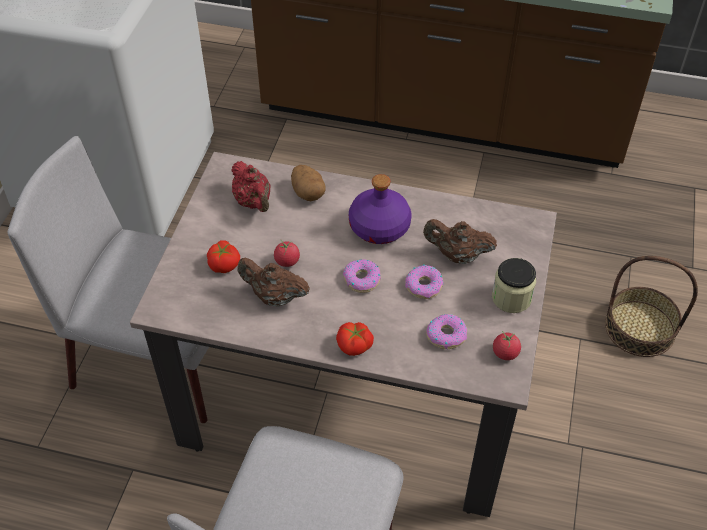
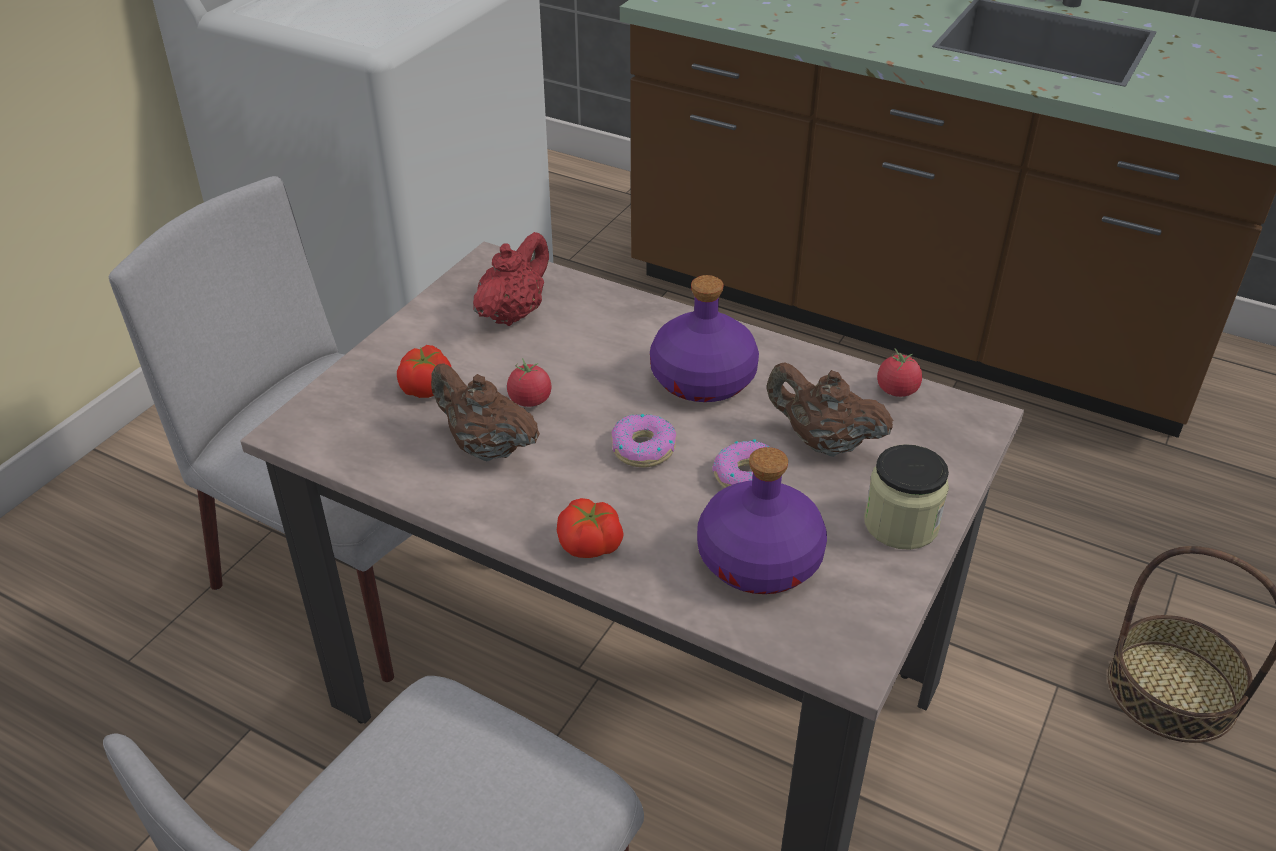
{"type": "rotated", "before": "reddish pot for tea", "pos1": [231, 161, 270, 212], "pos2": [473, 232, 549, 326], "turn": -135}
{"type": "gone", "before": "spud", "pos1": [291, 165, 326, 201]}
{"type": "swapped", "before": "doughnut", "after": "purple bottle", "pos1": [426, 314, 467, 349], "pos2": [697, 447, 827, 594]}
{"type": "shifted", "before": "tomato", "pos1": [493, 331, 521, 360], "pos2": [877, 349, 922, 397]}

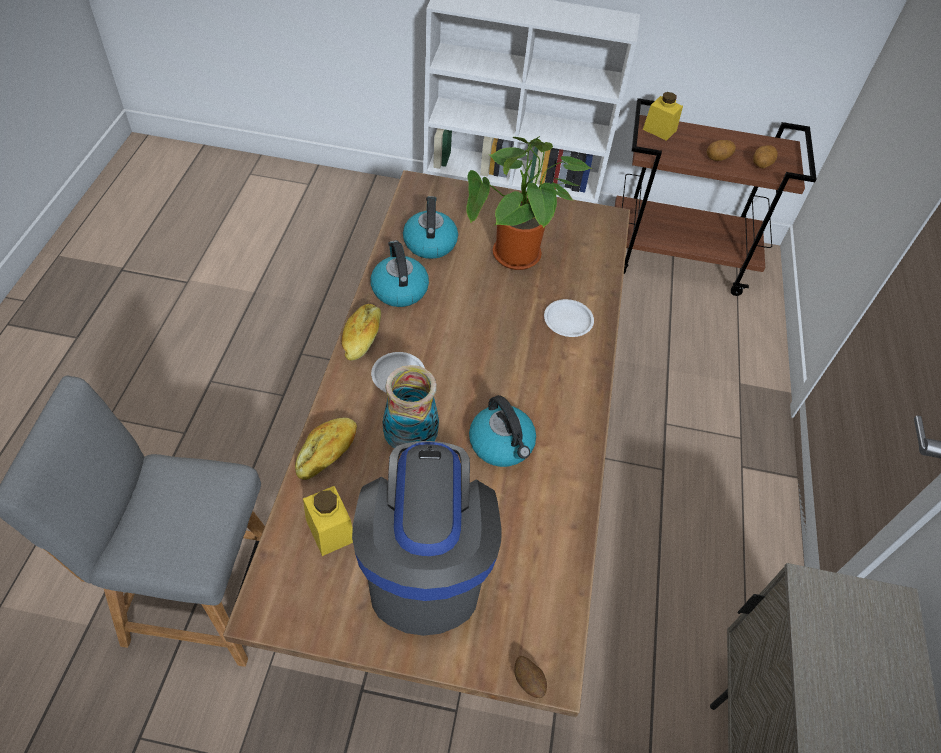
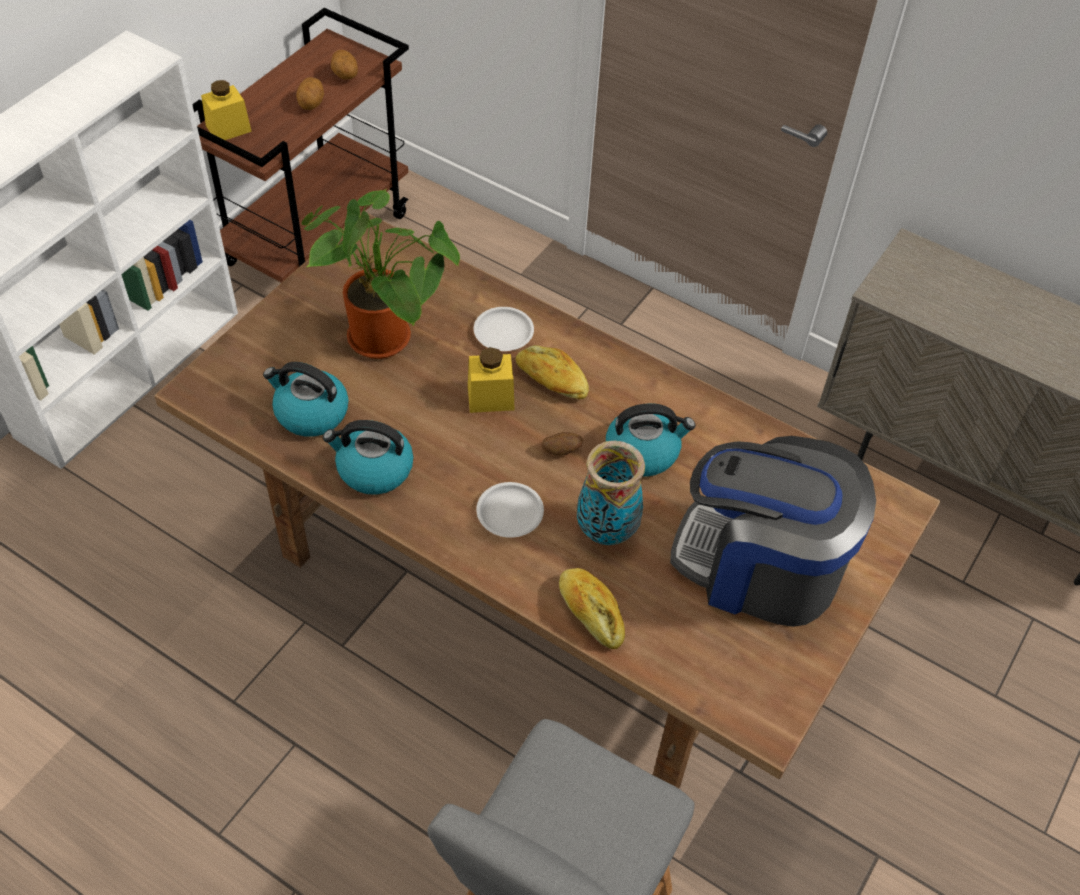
{"type": "shifted", "before": "baked bread", "pos1": [341, 304, 381, 361], "pos2": [516, 345, 589, 399]}
{"type": "shifted", "before": "yellowish jar", "pos1": [303, 486, 353, 556], "pos2": [468, 347, 515, 413]}
{"type": "shifted", "before": "spud", "pos1": [514, 656, 547, 698], "pos2": [541, 432, 583, 456]}

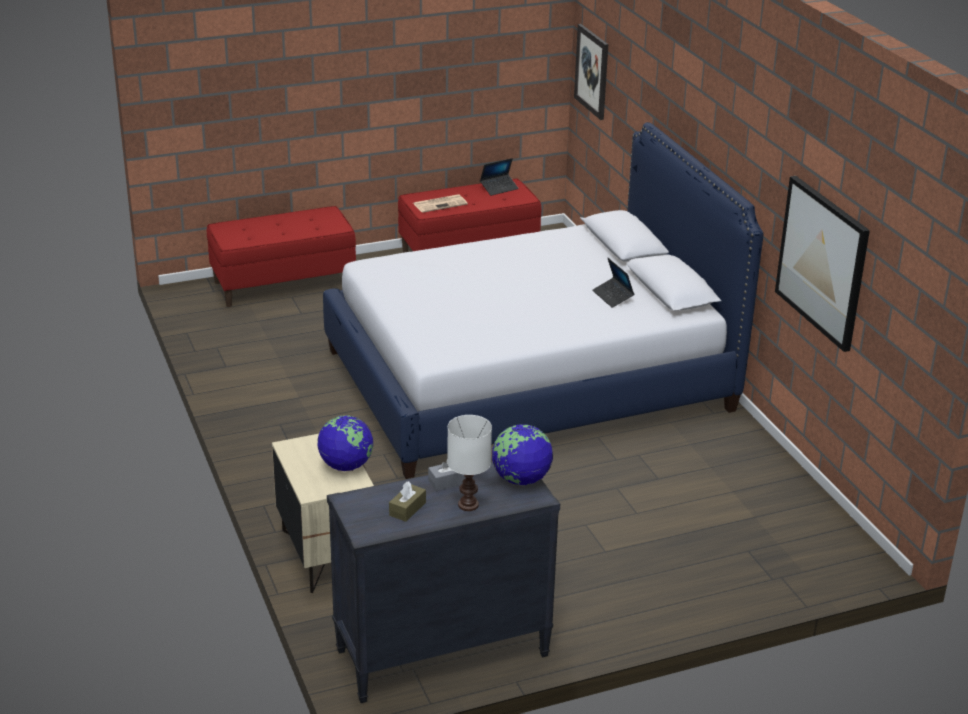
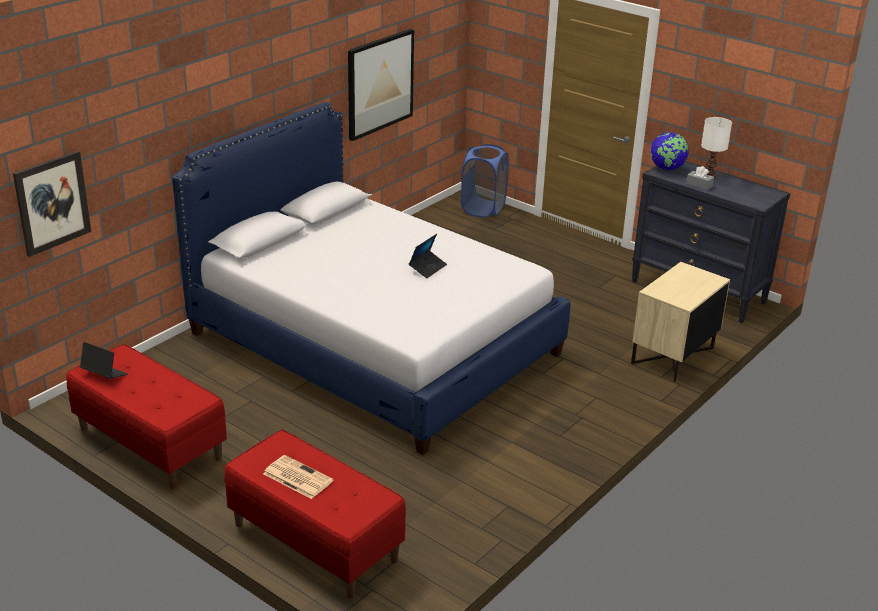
{"type": "shifted", "before": "newspaper", "pos1": [413, 194, 468, 213], "pos2": [263, 455, 334, 499]}
{"type": "shifted", "before": "notebook computer", "pos1": [592, 258, 634, 308], "pos2": [409, 234, 447, 278]}
{"type": "gone", "before": "world globe", "pos1": [317, 415, 373, 471]}
{"type": "gone", "before": "brown-coloured tissue box", "pos1": [389, 481, 426, 522]}
{"type": "new", "after": "blue laundry basket", "pos2": [461, 144, 509, 218]}

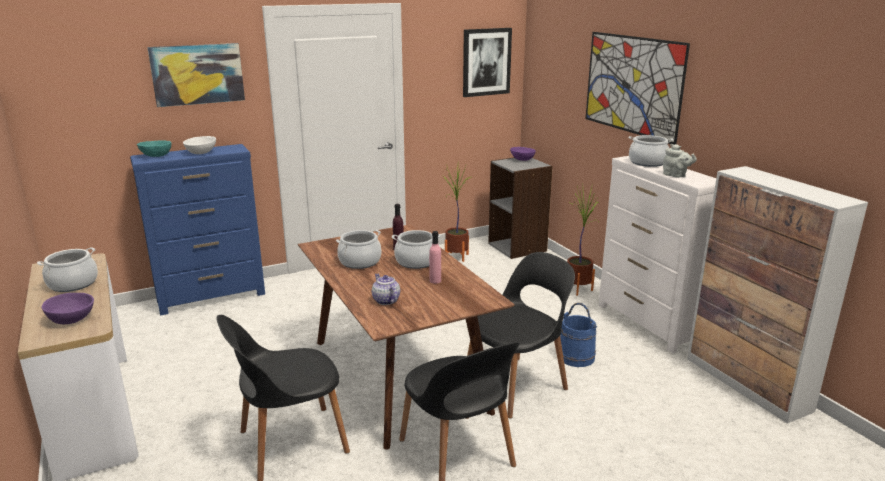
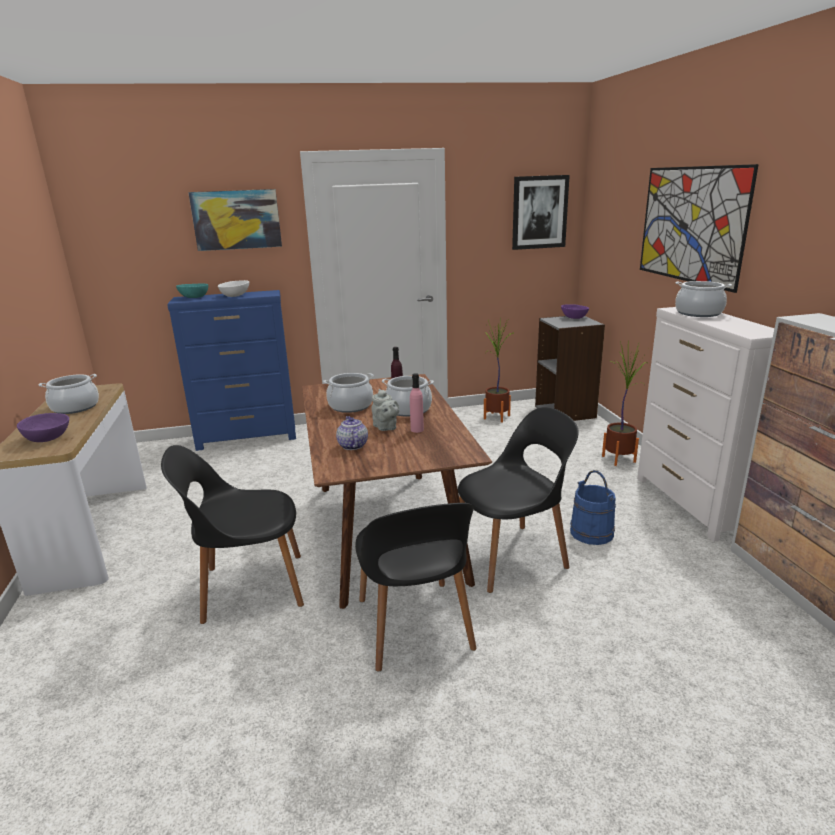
{"type": "shifted", "before": "grey pot for tea", "pos1": [663, 144, 697, 178], "pos2": [372, 389, 399, 431]}

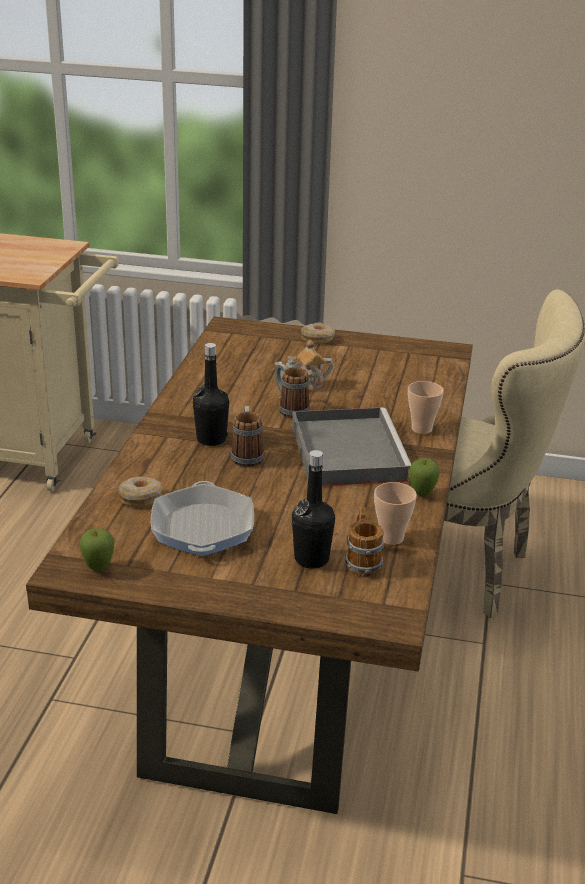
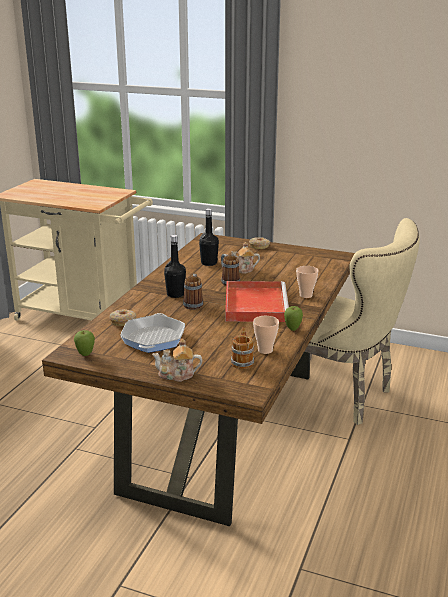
{"type": "repainted", "before": "grey serving tray", "after": "reddish serving tray", "pos1": [292, 407, 412, 486], "pos2": [225, 281, 289, 322]}
{"type": "shifted", "before": "blackish bottle", "pos1": [292, 450, 335, 568], "pos2": [199, 208, 219, 266]}
{"type": "new", "after": "pot for tea", "pos2": [152, 338, 202, 382]}

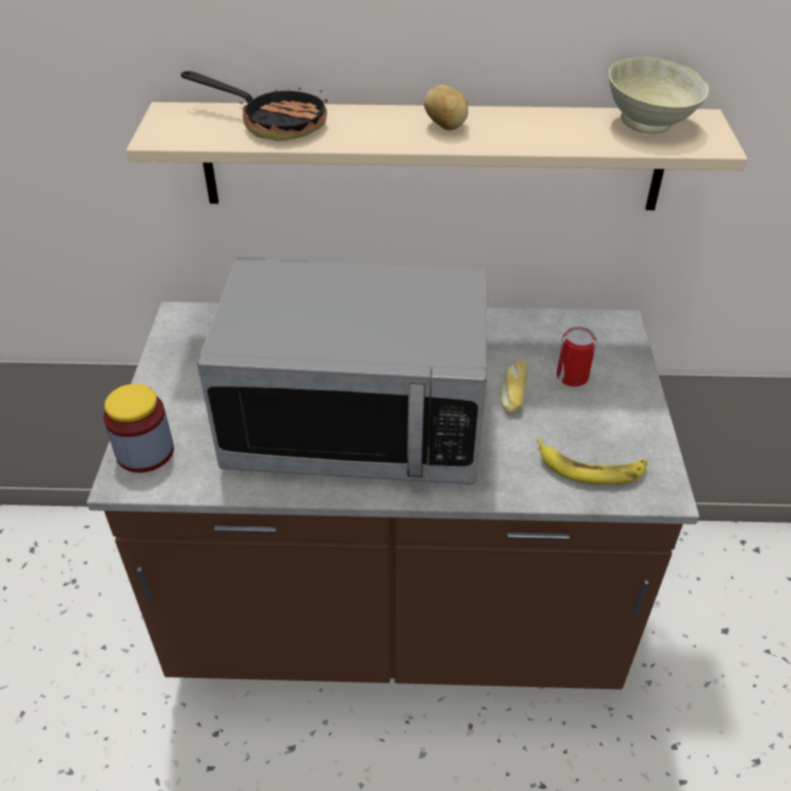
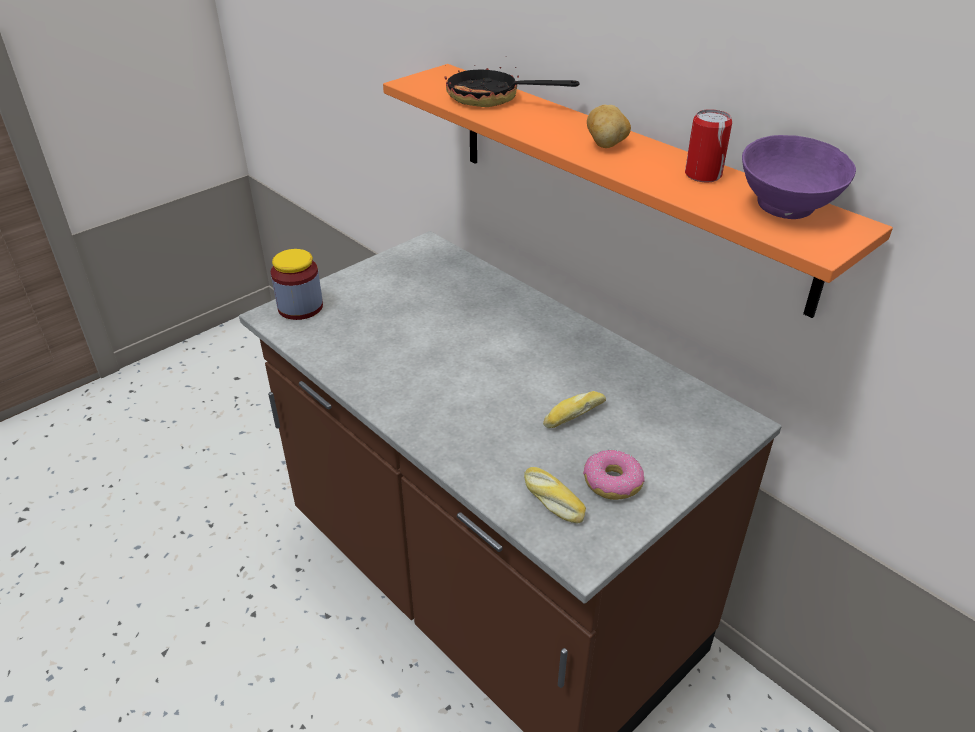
{"type": "repainted", "before": "sand-coloured serving bowl", "after": "purple serving bowl", "pos1": [608, 57, 709, 134], "pos2": [742, 135, 856, 219]}
{"type": "rotated", "before": "pan", "pos1": [181, 71, 328, 141], "pos2": [444, 65, 579, 107], "turn": 135}
{"type": "repainted", "before": "sand-coloured wall shelf", "after": "orangey wall shelf", "pos1": [126, 102, 747, 210], "pos2": [383, 64, 893, 318]}
{"type": "gone", "before": "microwave oven", "pos1": [197, 257, 487, 485]}
{"type": "shifted", "before": "can", "pos1": [557, 327, 596, 387], "pos2": [685, 109, 732, 182]}
{"type": "swapped", "before": "banana", "after": "baked bread", "pos1": [537, 438, 648, 485], "pos2": [524, 467, 586, 523]}
{"type": "new", "after": "doughnut", "pos2": [583, 450, 645, 500]}

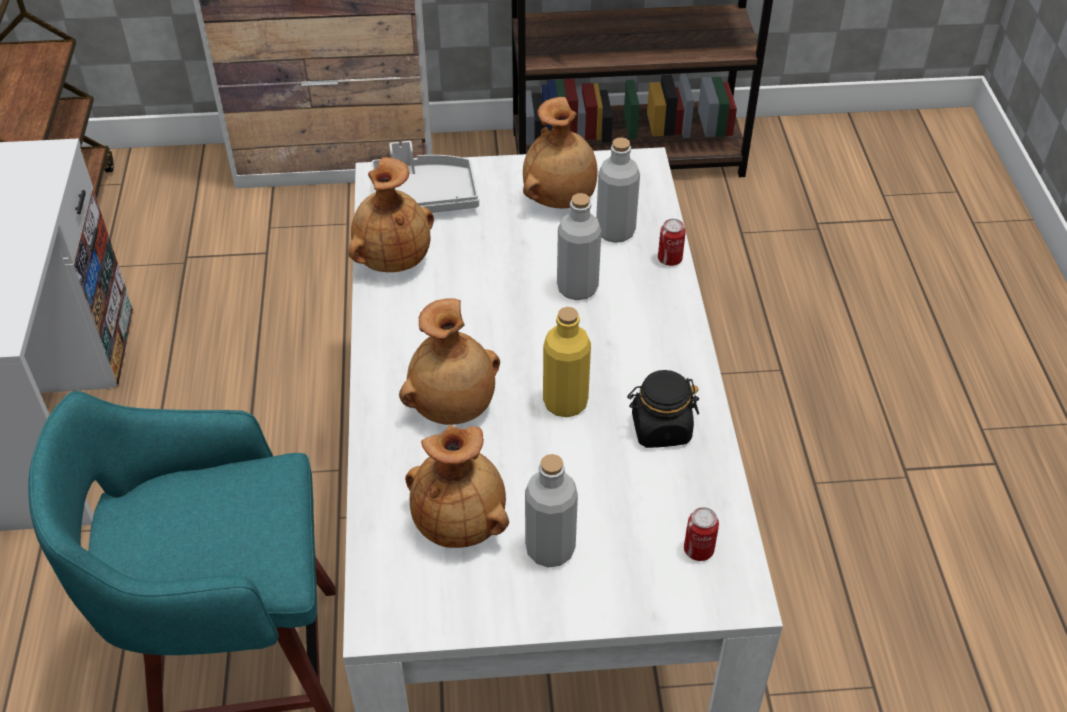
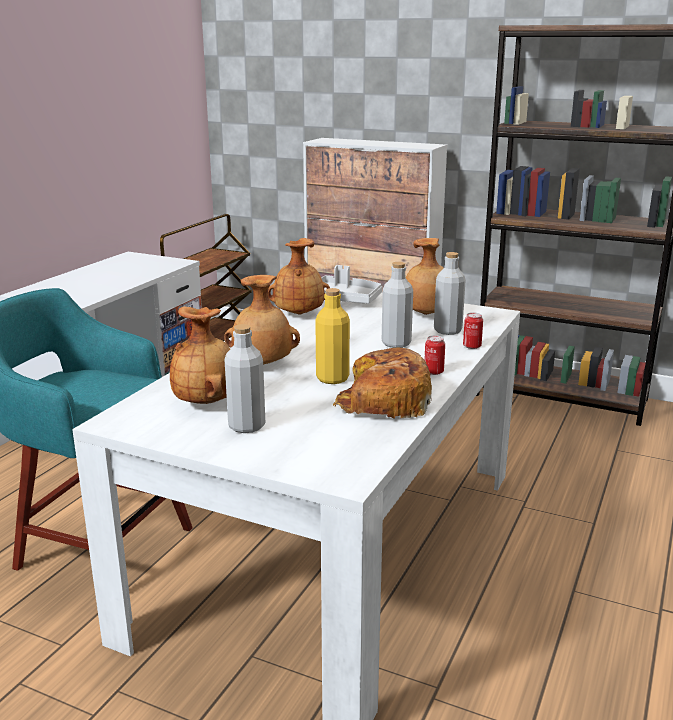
{"type": "swapped", "before": "blackish jar", "after": "baked bread", "pos1": [627, 370, 699, 448], "pos2": [333, 347, 432, 419]}
{"type": "shifted", "before": "can", "pos1": [684, 507, 719, 561], "pos2": [424, 335, 445, 375]}

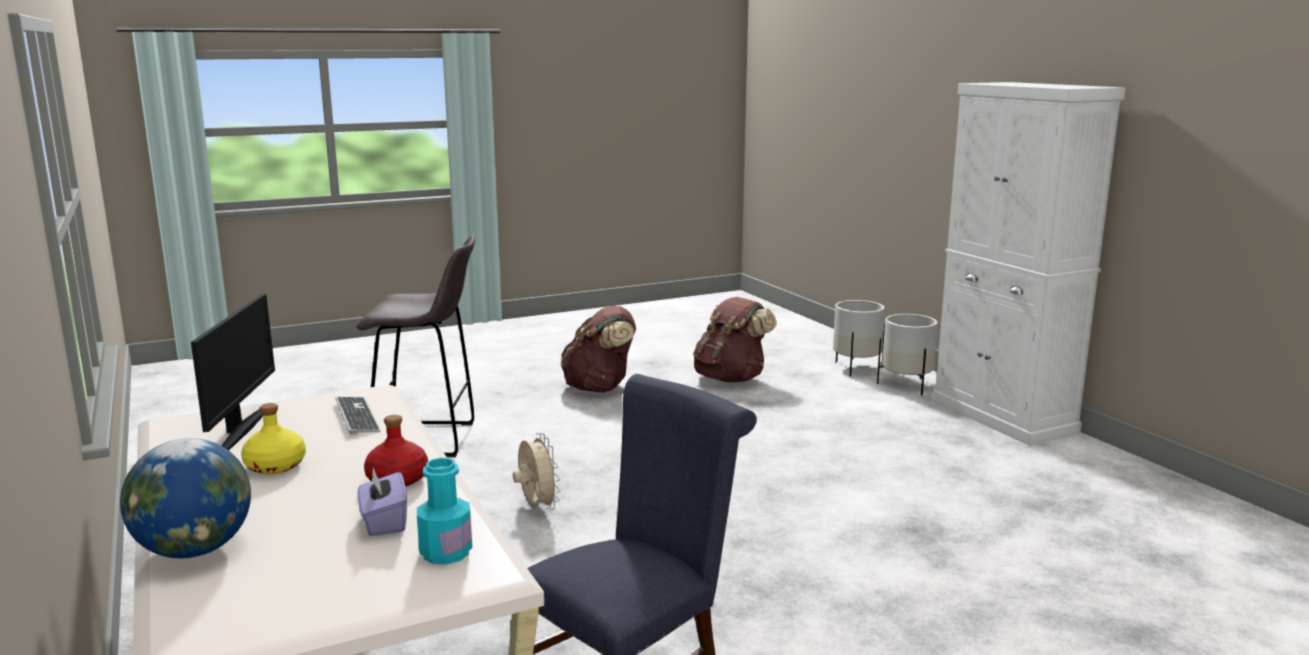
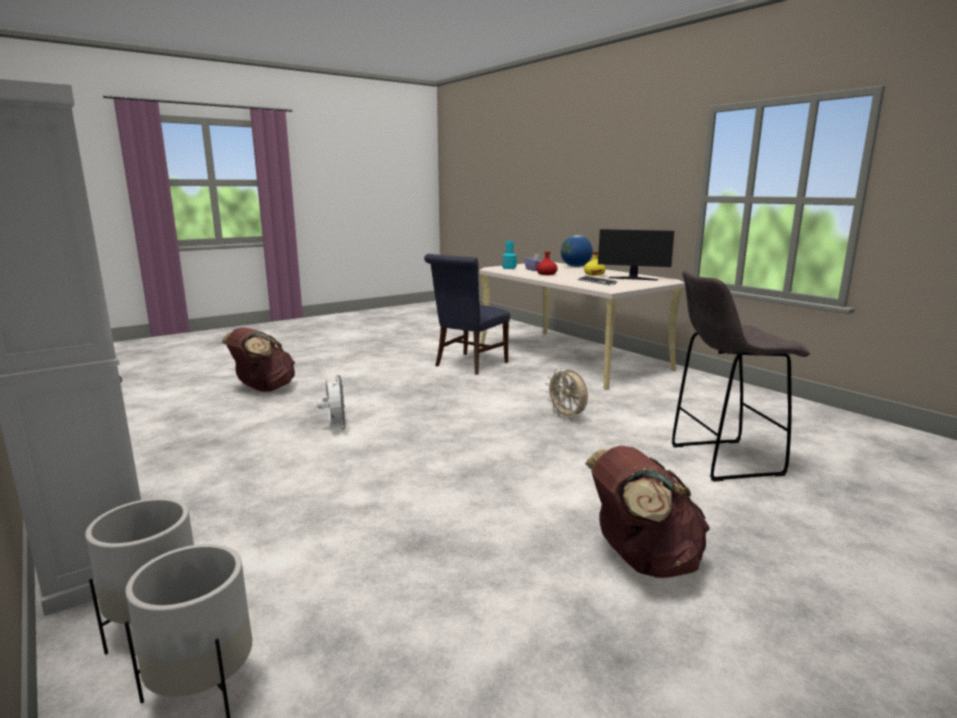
{"type": "rotated", "before": "computer screen", "pos1": [191, 294, 275, 450], "pos2": [598, 229, 674, 281], "turn": -60}
{"type": "shifted", "before": "brown-coloured backpack", "pos1": [693, 297, 777, 383], "pos2": [222, 327, 295, 392]}
{"type": "new", "after": "white-coloured fan", "pos2": [317, 375, 346, 429]}

